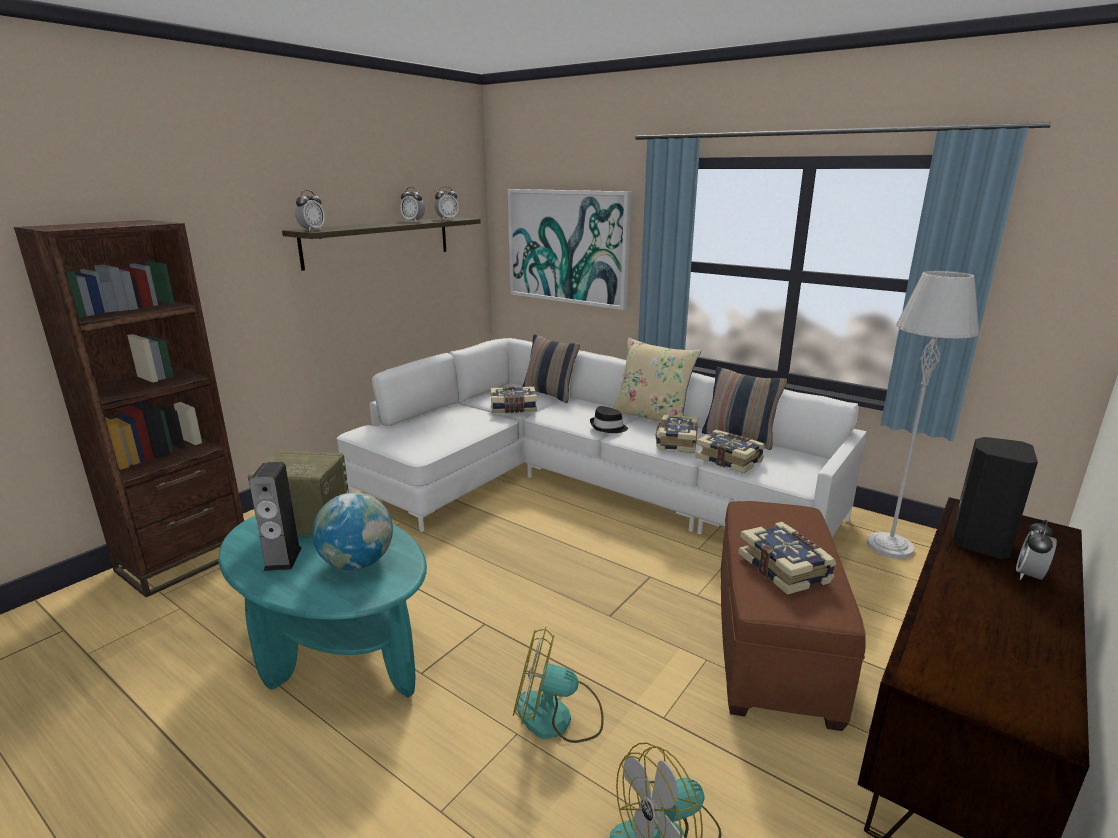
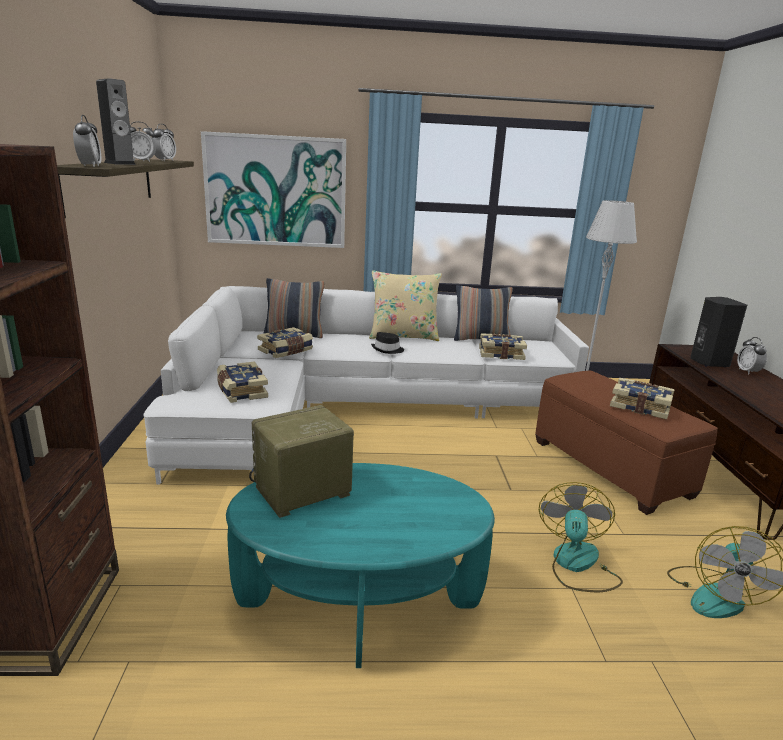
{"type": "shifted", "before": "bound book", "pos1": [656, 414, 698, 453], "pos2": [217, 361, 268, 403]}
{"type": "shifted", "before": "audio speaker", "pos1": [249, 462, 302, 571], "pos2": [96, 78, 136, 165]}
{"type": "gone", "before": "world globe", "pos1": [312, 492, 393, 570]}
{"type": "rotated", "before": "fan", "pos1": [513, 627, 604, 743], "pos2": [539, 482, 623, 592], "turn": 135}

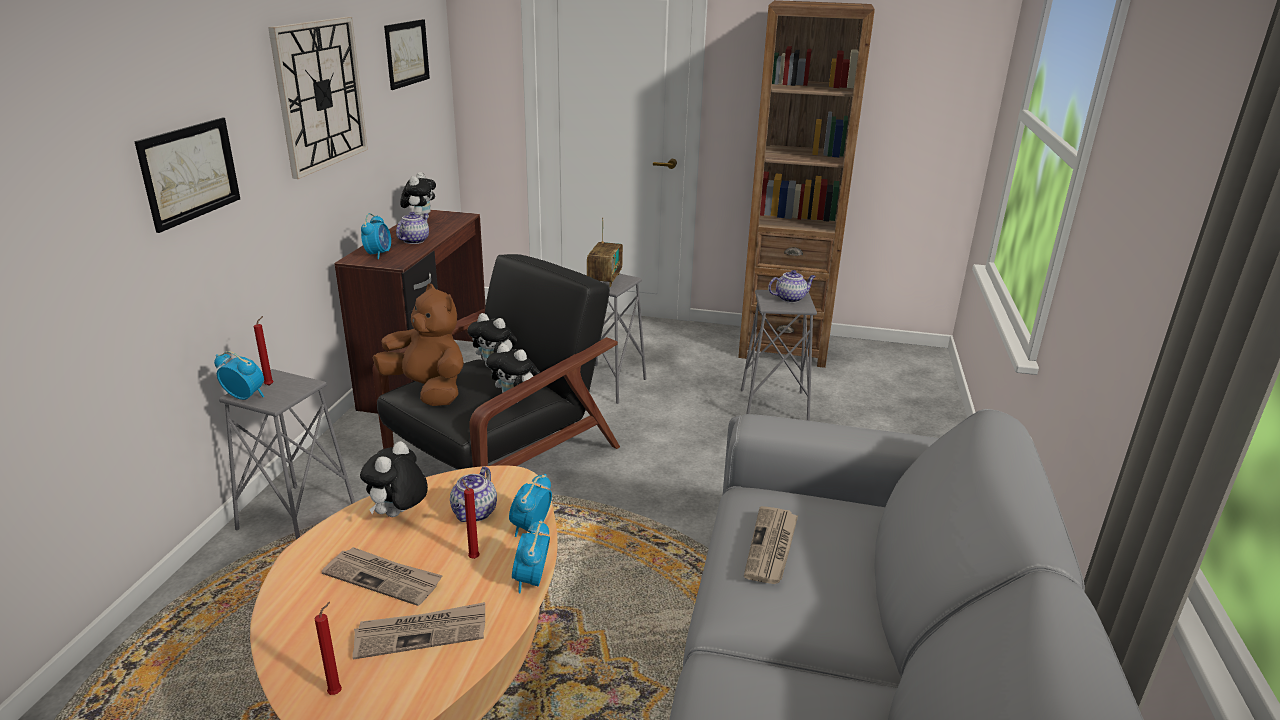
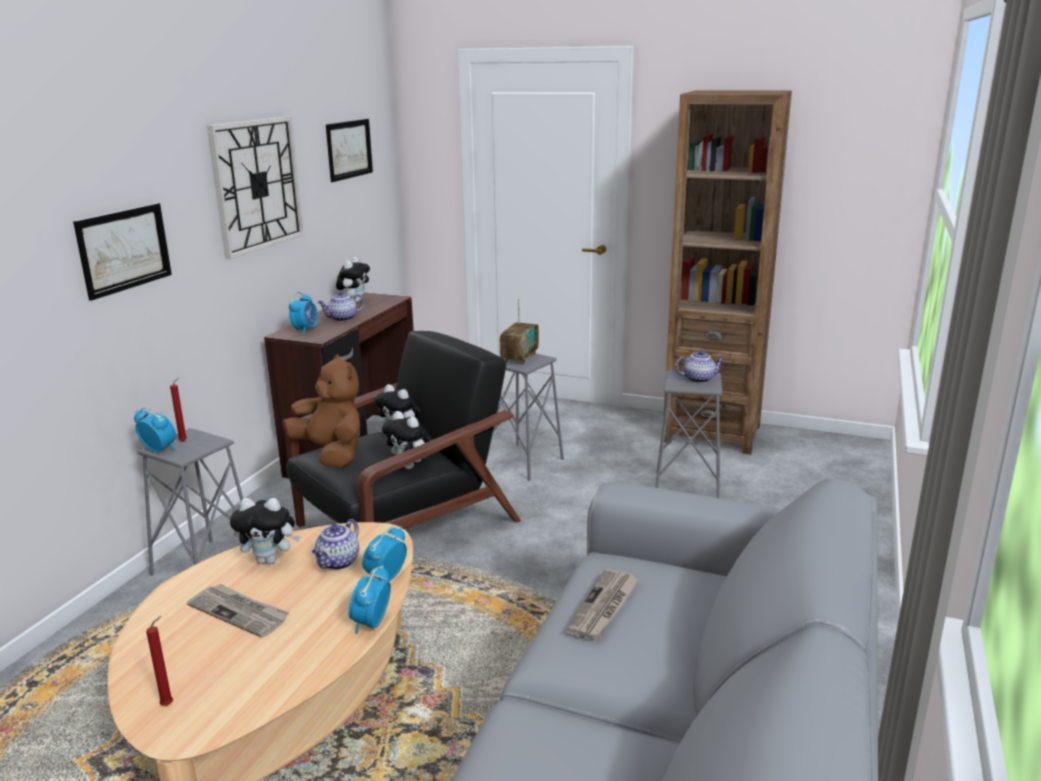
{"type": "rotated", "before": "pot for tea", "pos1": [396, 212, 429, 244], "pos2": [318, 291, 365, 322], "turn": -150}
{"type": "rotated", "before": "cuddly toy", "pos1": [360, 441, 428, 517], "pos2": [230, 498, 300, 564], "turn": -120}
{"type": "gone", "before": "reddish wax candle", "pos1": [462, 479, 480, 559]}
{"type": "gone", "before": "newspaper", "pos1": [352, 602, 485, 659]}

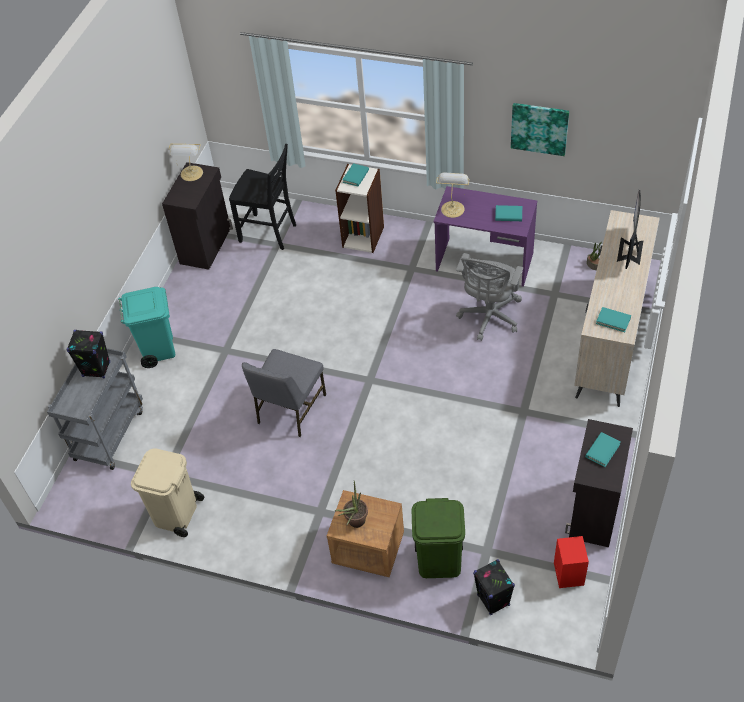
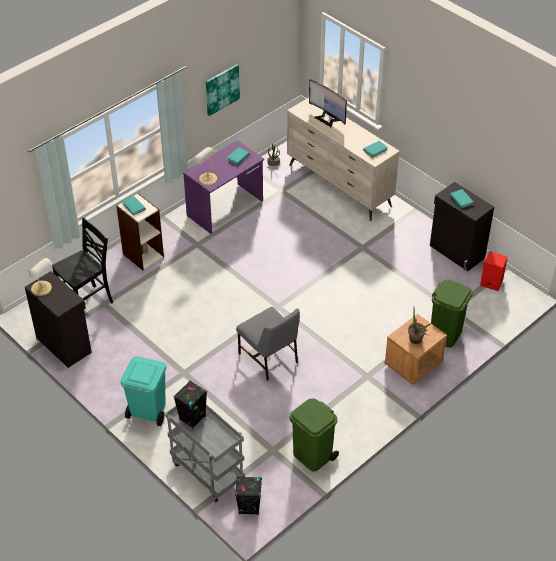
{"type": "gone", "before": "grey desk chair", "pos1": [456, 253, 523, 341]}
{"type": "repainted", "before": "sand-coloured rubbish bin", "after": "green rubbish bin", "pos1": [131, 449, 204, 537], "pos2": [289, 398, 339, 471]}
{"type": "shifted", "before": "blackish audio speaker", "pos1": [473, 559, 515, 615], "pos2": [235, 476, 262, 515]}

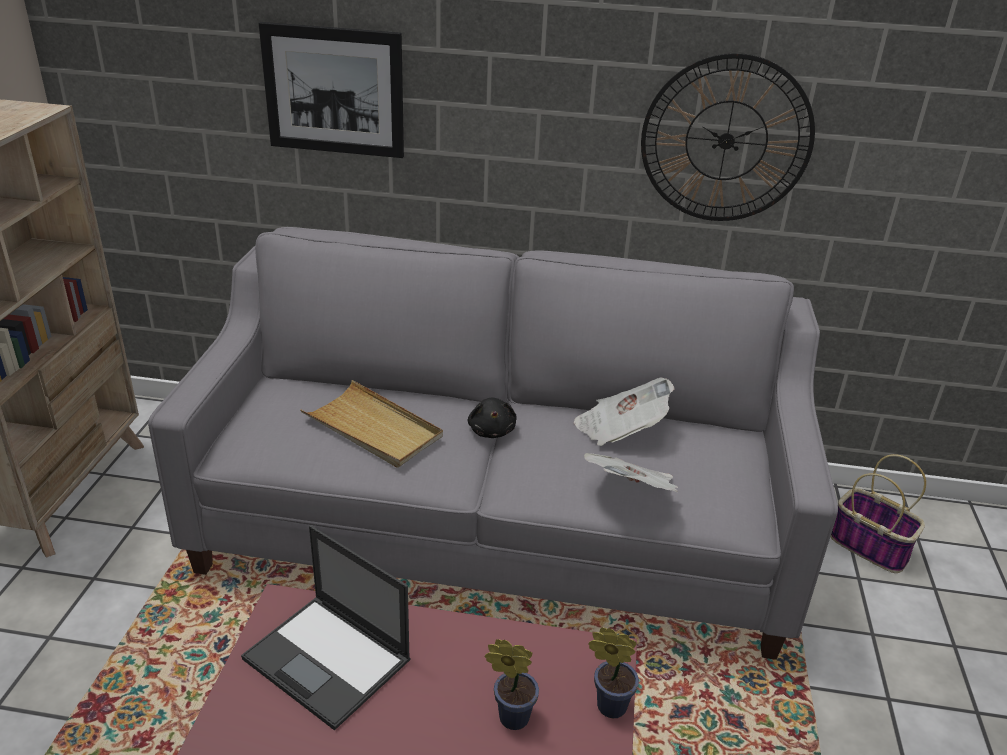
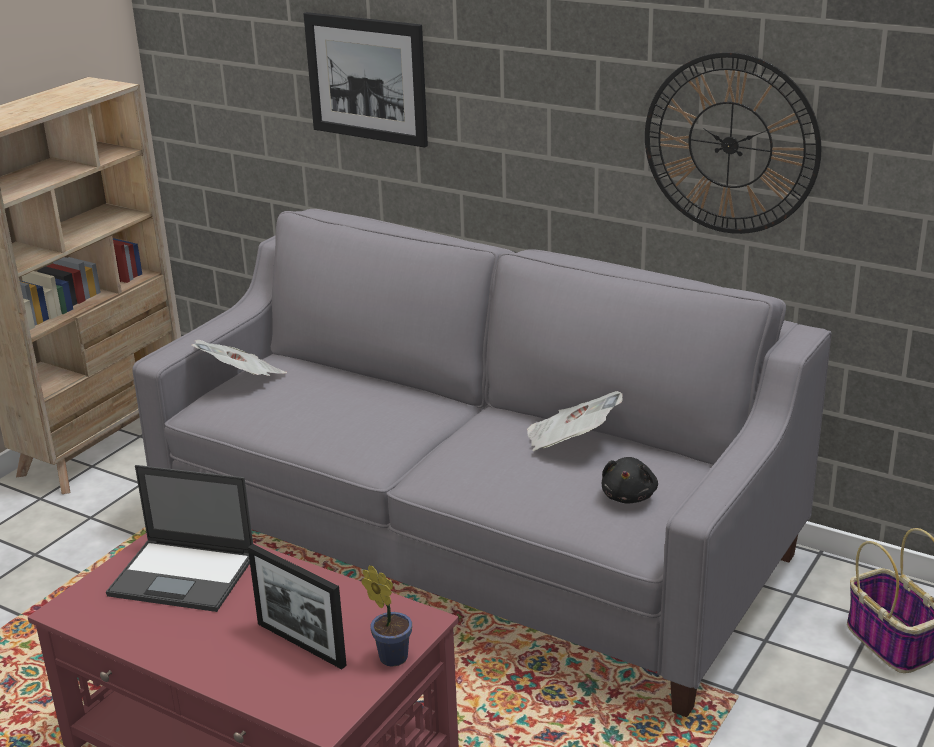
{"type": "gone", "before": "sand-coloured serving tray", "pos1": [300, 380, 443, 468]}
{"type": "shifted", "before": "blackish cuddly toy", "pos1": [468, 398, 517, 438], "pos2": [602, 457, 658, 503]}
{"type": "shifted", "before": "newspaper", "pos1": [584, 453, 678, 492], "pos2": [192, 340, 287, 376]}
{"type": "rotated", "before": "notebook computer", "pos1": [241, 525, 411, 731], "pos2": [106, 465, 253, 612], "turn": -45}
{"type": "swapped", "before": "houseplant", "after": "picture frame", "pos1": [484, 639, 539, 730], "pos2": [248, 544, 347, 669]}

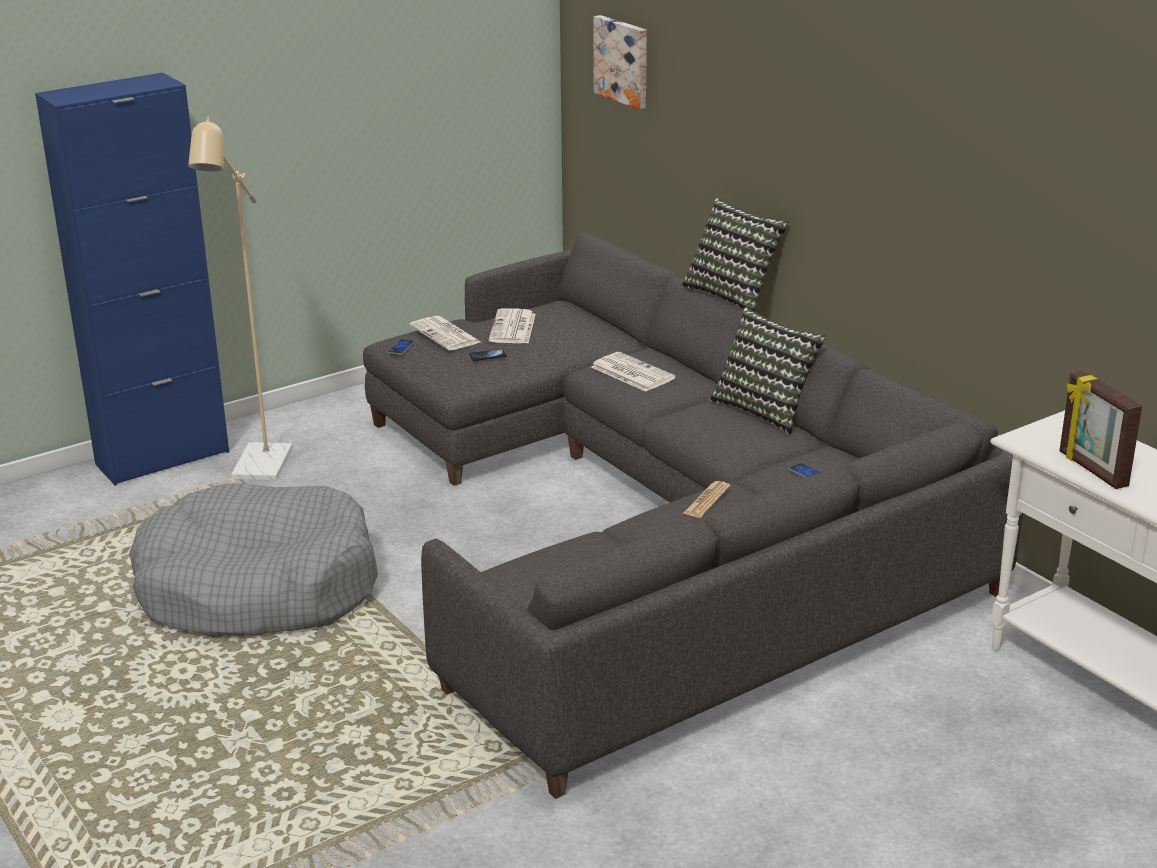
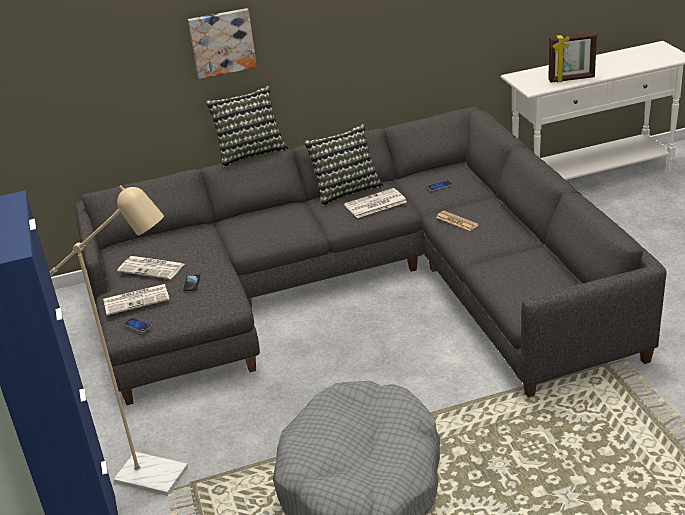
{"type": "shifted", "before": "wall picture", "pos1": [593, 15, 647, 110], "pos2": [188, 8, 257, 79]}
{"type": "shifted", "before": "newspaper", "pos1": [591, 352, 676, 392], "pos2": [344, 188, 407, 218]}

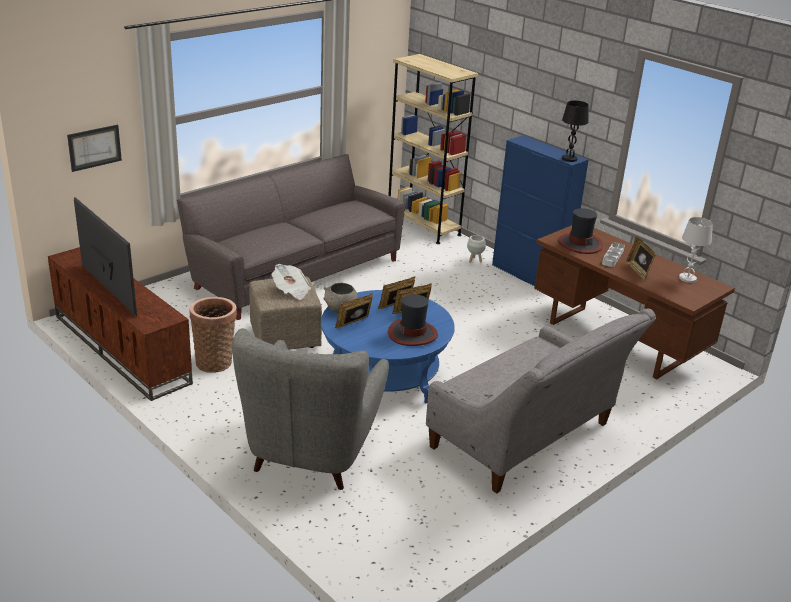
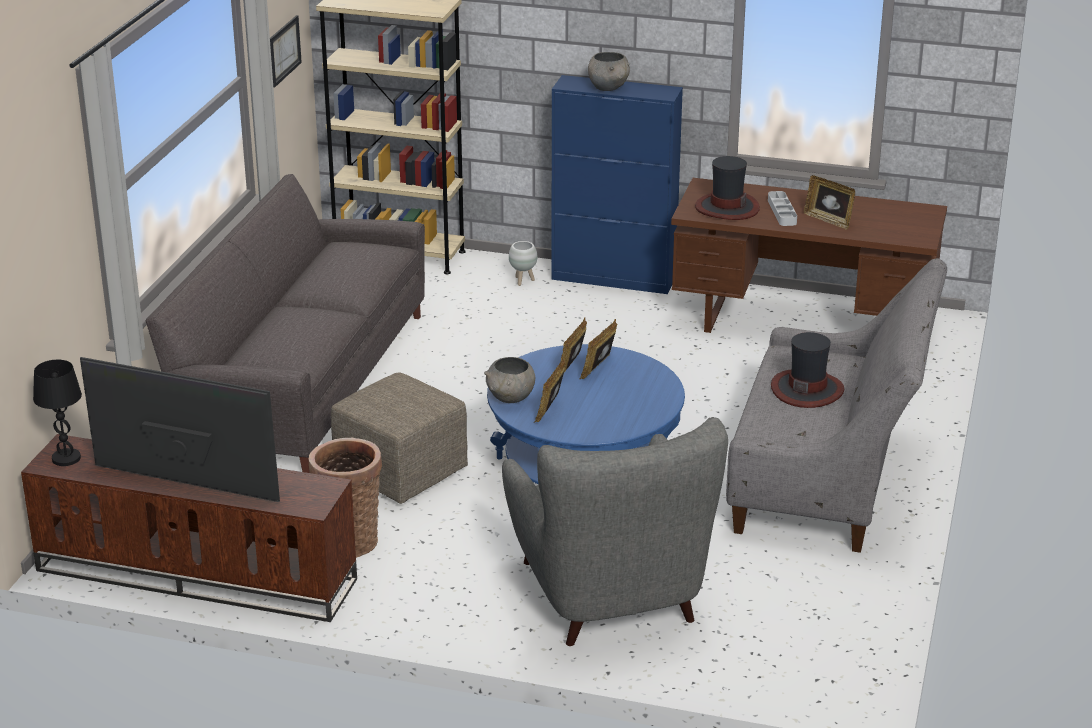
{"type": "shifted", "before": "blackish lamp for a table", "pos1": [562, 101, 589, 162], "pos2": [33, 360, 82, 466]}
{"type": "shifted", "before": "wall picture", "pos1": [67, 125, 122, 172], "pos2": [270, 15, 302, 88]}
{"type": "gone", "before": "white-coloured lamp for a table", "pos1": [679, 217, 713, 283]}
{"type": "gone", "before": "newspaper", "pos1": [272, 264, 311, 300]}
{"type": "shifted", "before": "clothing hat", "pos1": [388, 294, 438, 346], "pos2": [771, 332, 844, 408]}
{"type": "new", "after": "grey serving bowl", "pos2": [588, 52, 630, 91]}

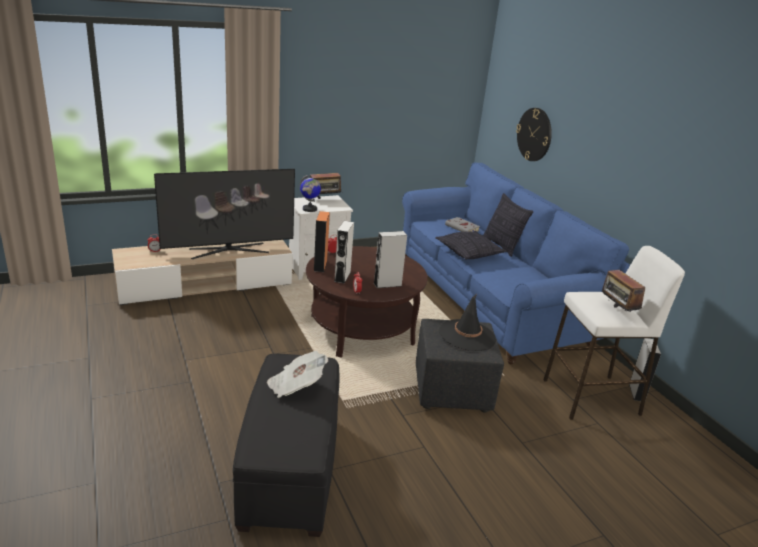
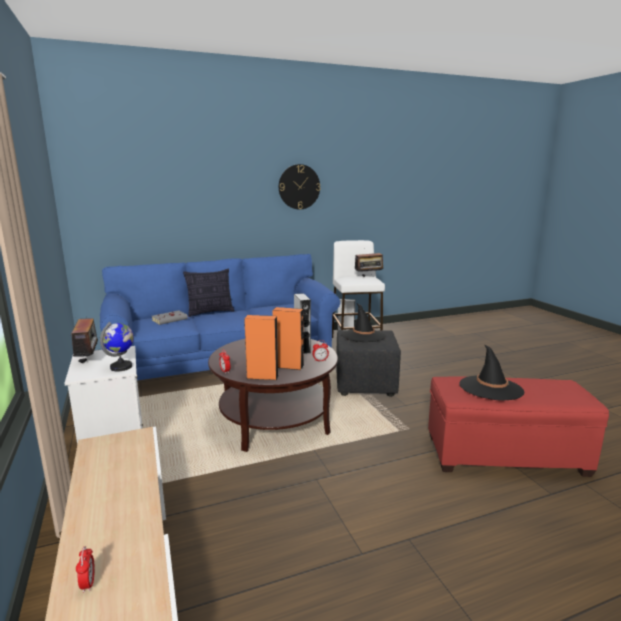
{"type": "shifted", "before": "wall clock", "pos1": [516, 108, 552, 161], "pos2": [279, 164, 320, 209]}
{"type": "gone", "before": "TV", "pos1": [154, 169, 295, 259]}
{"type": "repainted", "before": "white-coloured audio speaker", "after": "orangey audio speaker", "pos1": [334, 221, 354, 284], "pos2": [272, 307, 304, 370]}
{"type": "gone", "before": "cushion", "pos1": [435, 231, 507, 260]}
{"type": "swapped", "before": "newspaper", "after": "blackish clothing hat", "pos1": [267, 351, 328, 398], "pos2": [459, 344, 524, 401]}
{"type": "repainted", "before": "blackish footrest", "after": "reddish footrest", "pos1": [233, 354, 340, 537], "pos2": [428, 377, 609, 477]}

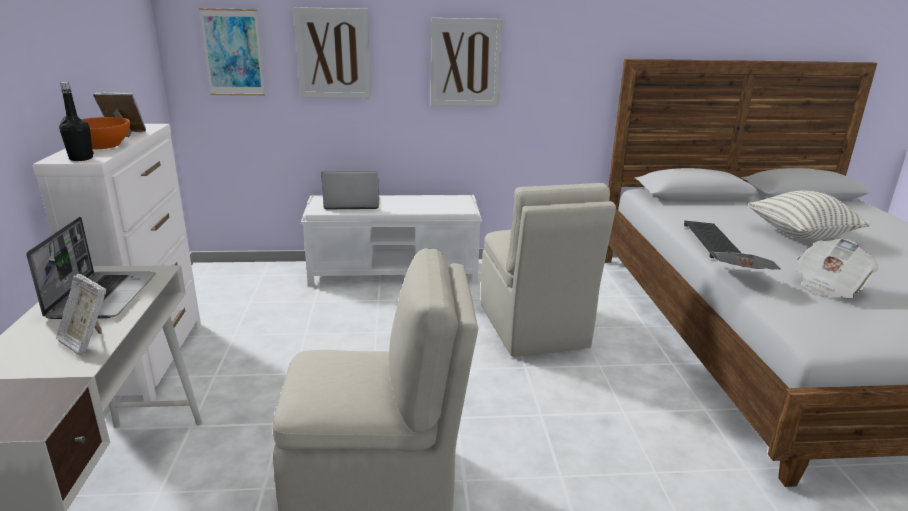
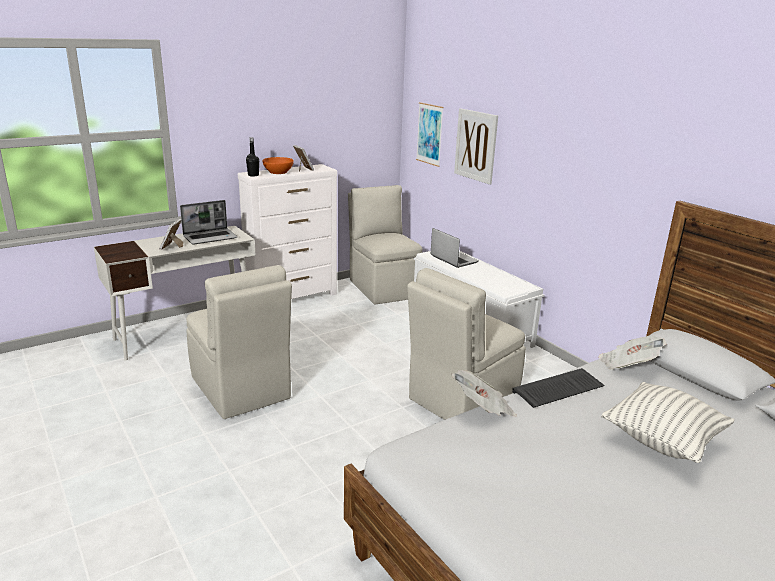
{"type": "gone", "before": "wall picture", "pos1": [431, 18, 503, 106]}
{"type": "shifted", "before": "newspaper", "pos1": [797, 238, 878, 299], "pos2": [598, 335, 667, 370]}
{"type": "new", "after": "sand-coloured upright chair", "pos2": [348, 185, 422, 304]}

